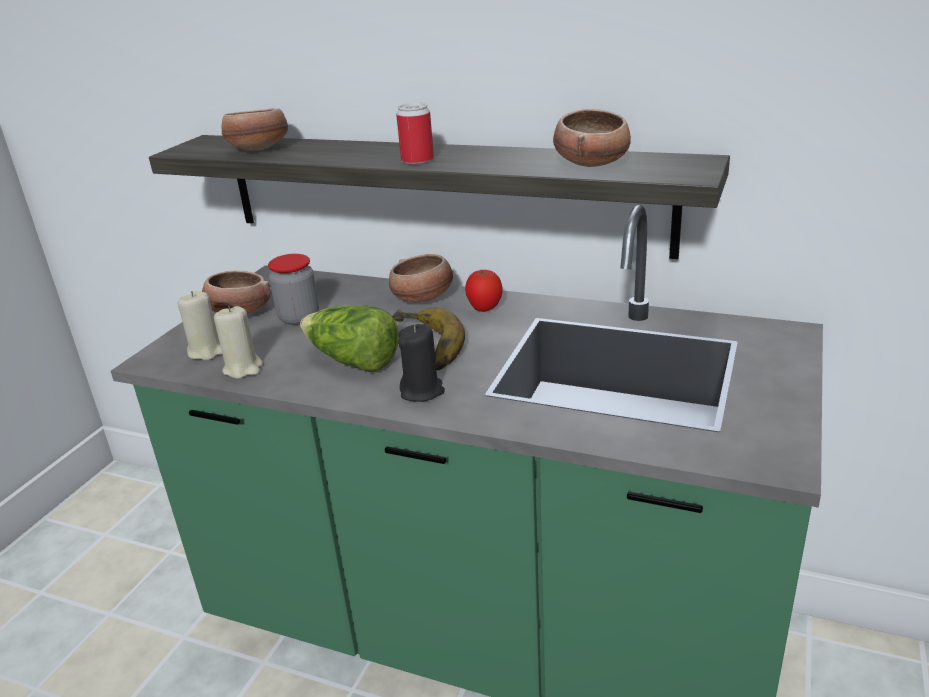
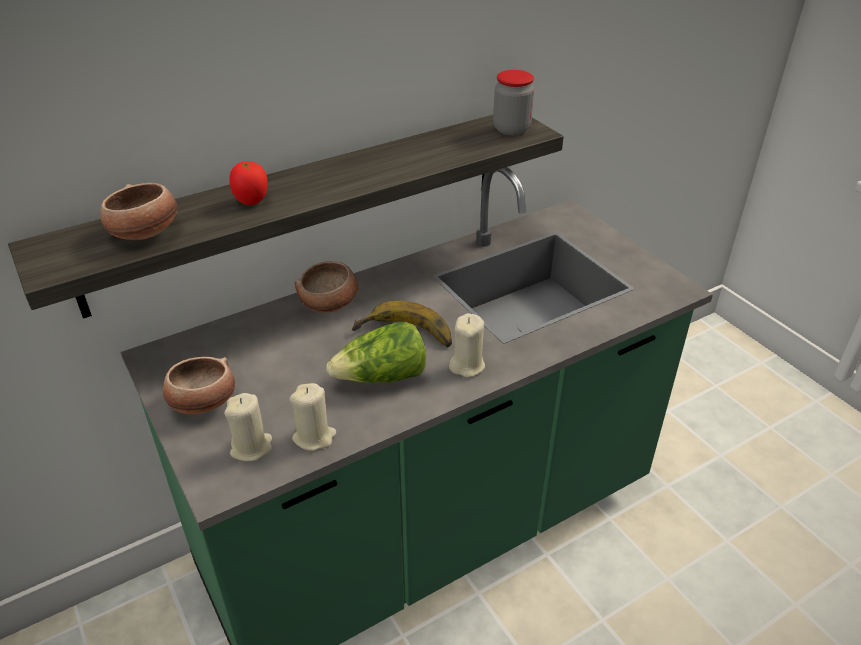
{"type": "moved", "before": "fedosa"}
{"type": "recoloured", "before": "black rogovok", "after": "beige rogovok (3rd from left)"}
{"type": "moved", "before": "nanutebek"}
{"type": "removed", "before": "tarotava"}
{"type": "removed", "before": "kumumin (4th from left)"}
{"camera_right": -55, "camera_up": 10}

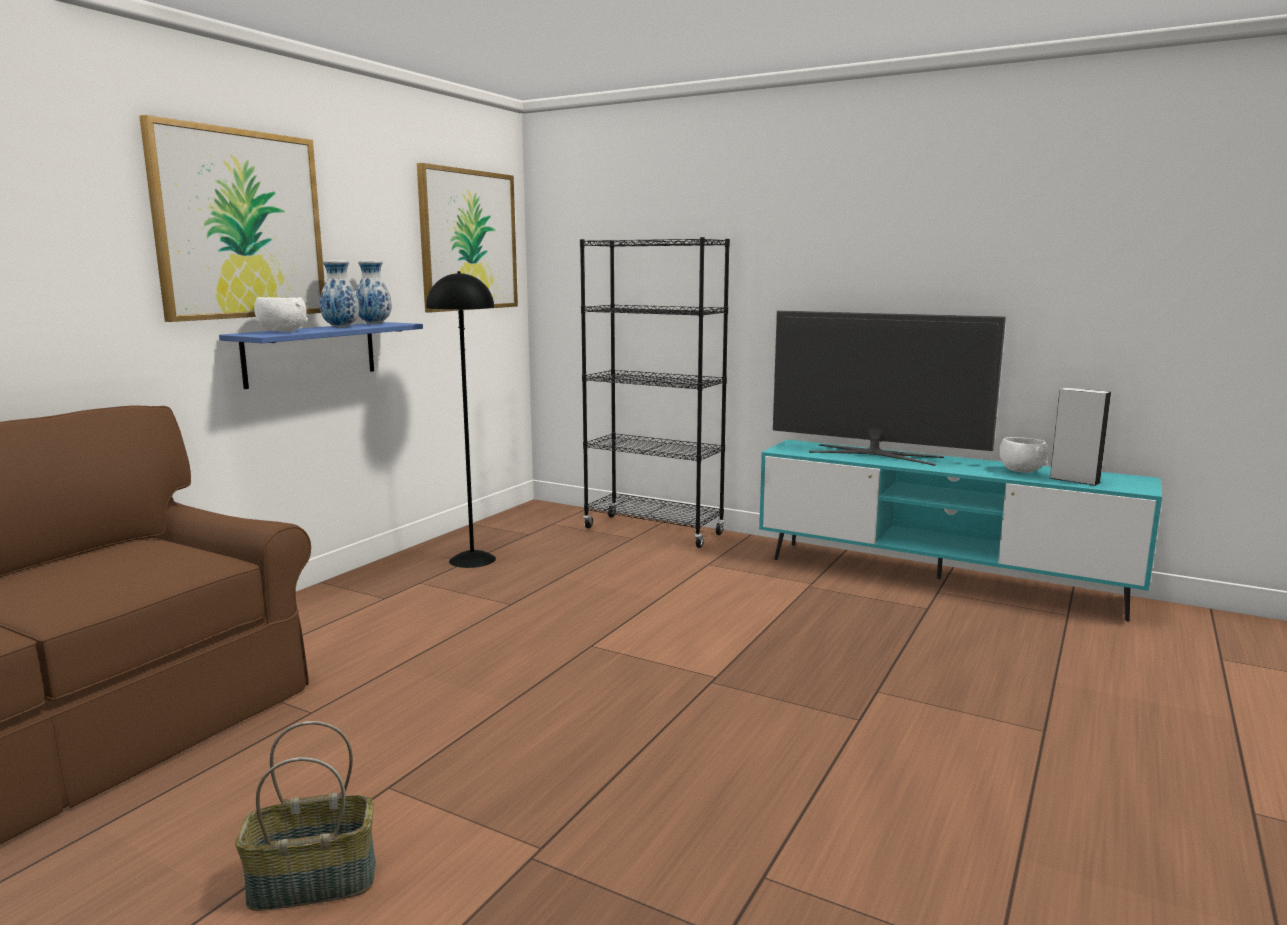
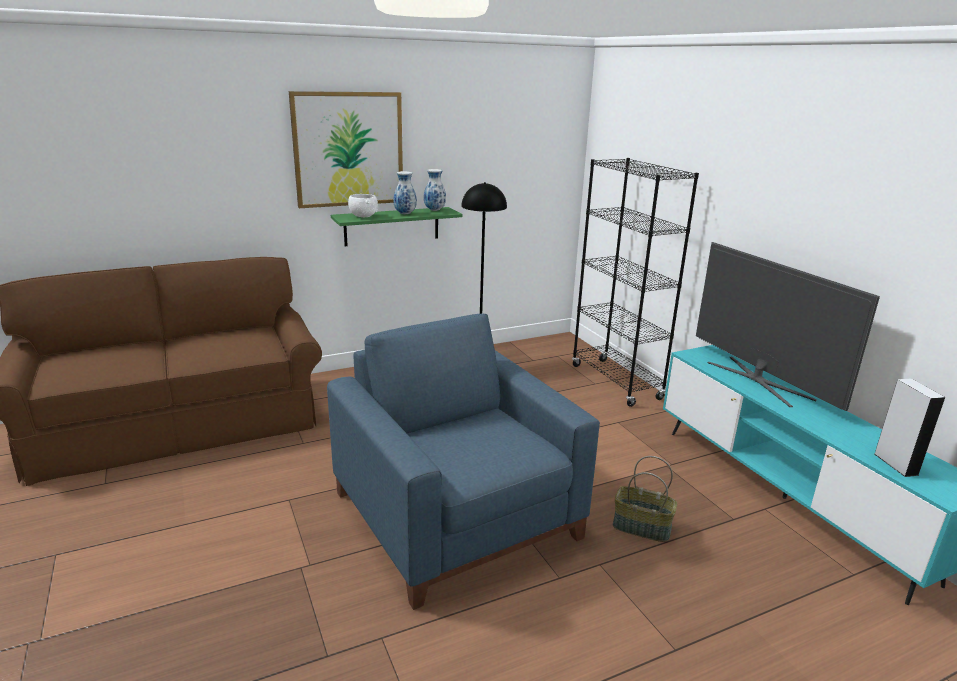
{"type": "added", "after": "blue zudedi"}
{"type": "recoloured", "before": "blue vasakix", "after": "green vasakix"}
{"type": "moved", "before": "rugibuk"}
{"type": "removed", "before": "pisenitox (2nd from left)"}
{"type": "removed", "before": "white kumumin (2nd from left)"}
{"camera_right": 35, "camera_up": 10}

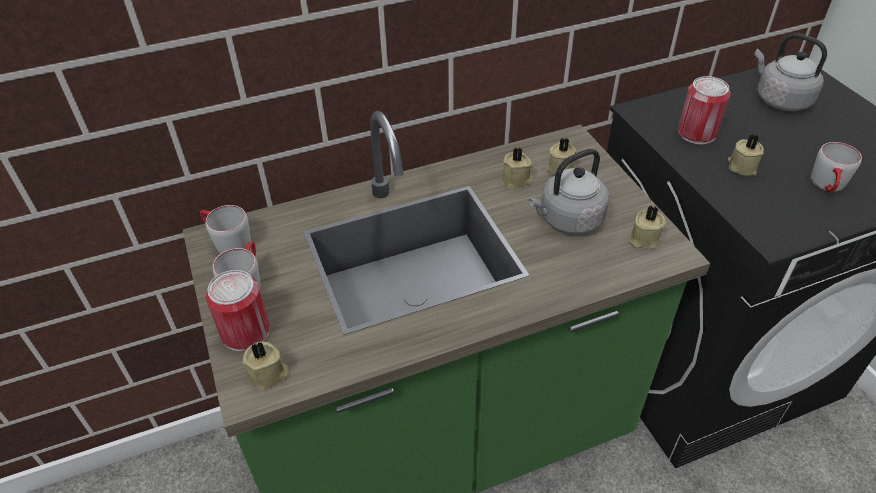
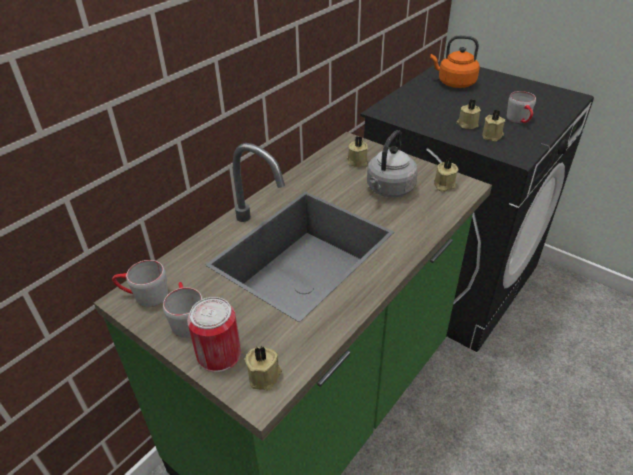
{"type": "recoloured", "before": "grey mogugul (2nd from left)", "after": "orange mogugul"}
{"type": "moved", "before": "beige rogovok (2nd from left in the first image)", "after": "beige rogovok (5th from left)"}
{"type": "removed", "before": "tarotava (2nd from left)"}
{"camera_right": -30, "camera_up": -5}

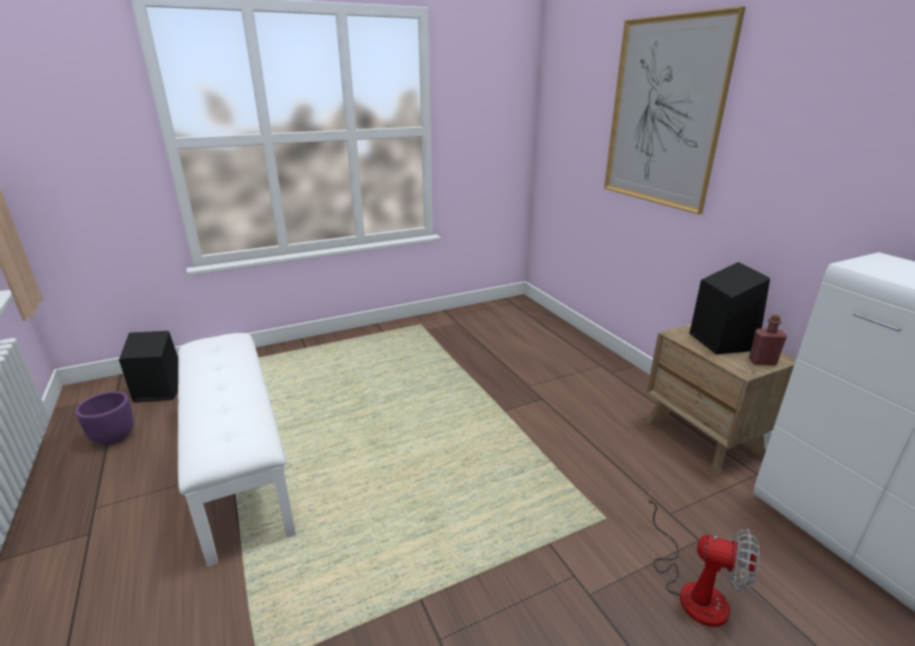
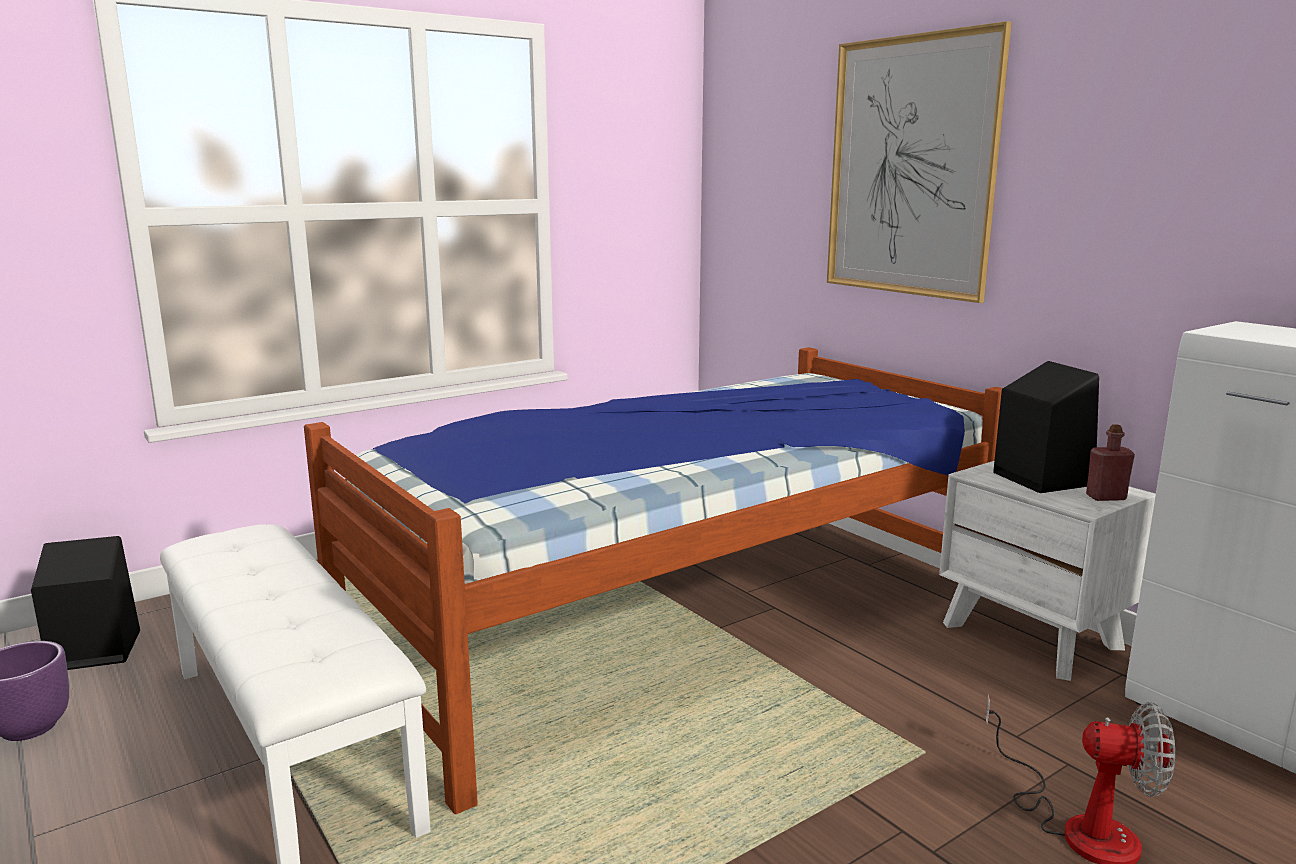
{"type": "added", "after": "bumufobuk"}
{"type": "recoloured", "before": "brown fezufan", "after": "white fezufan"}
{"camera_right": -10, "camera_up": -10}

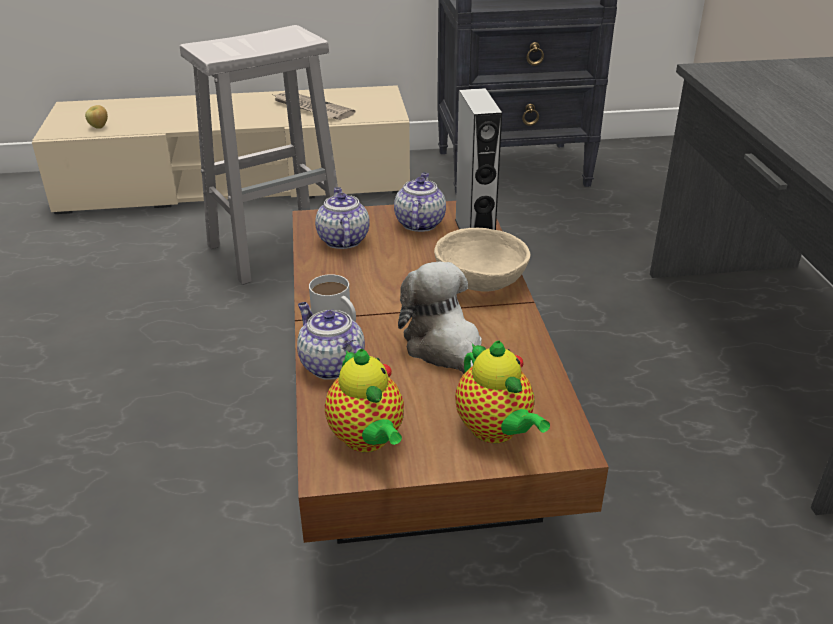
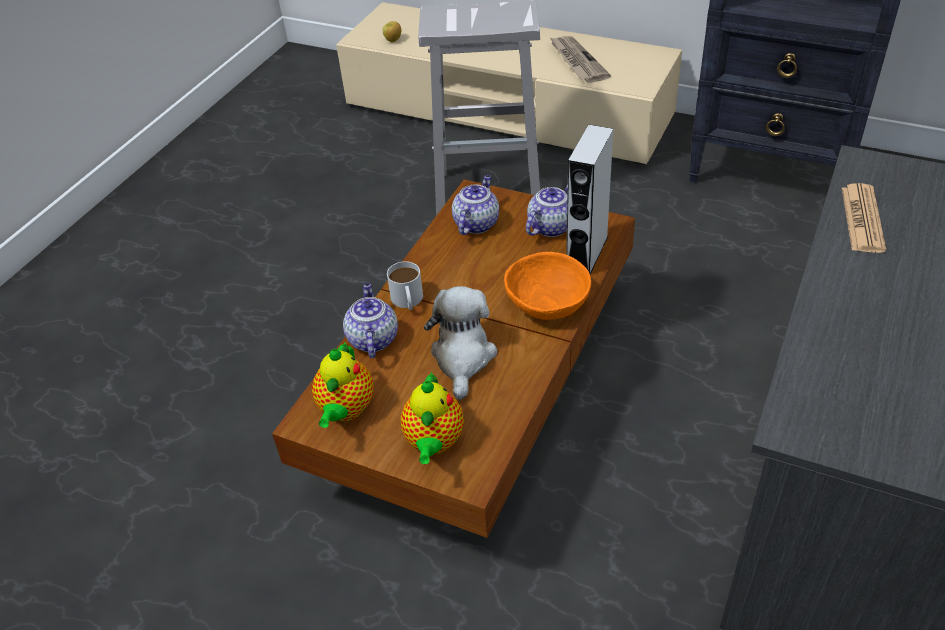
{"type": "recoloured", "before": "beige kumumin", "after": "orange kumumin"}
{"type": "added", "after": "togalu (2nd from left)"}
{"camera_right": 35, "camera_up": 10}

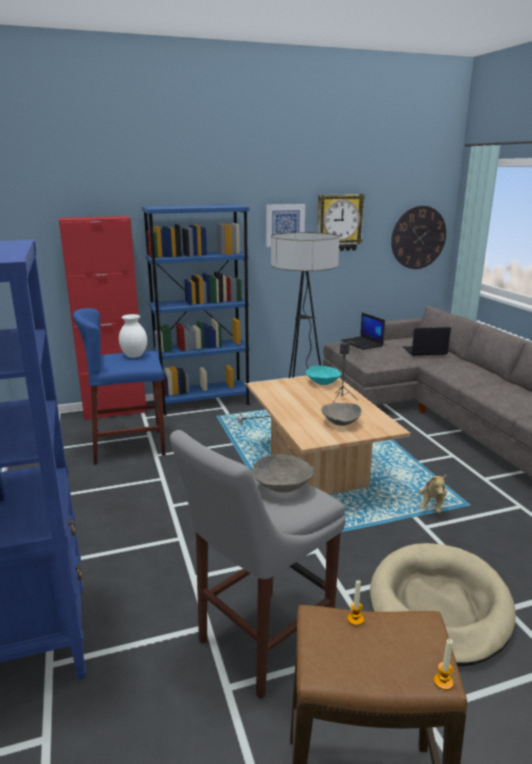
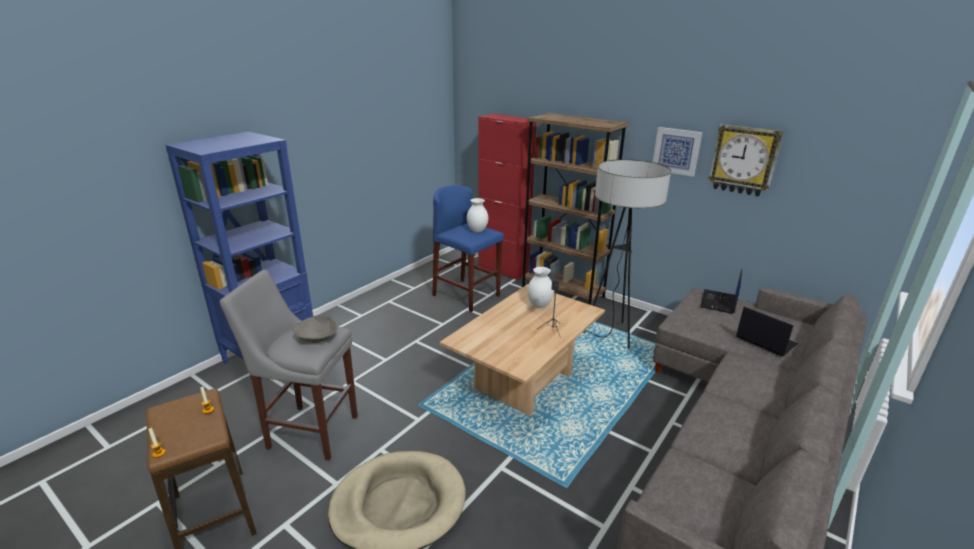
{"type": "recoloured", "before": "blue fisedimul (2nd from left)", "after": "brown fisedimul"}
{"type": "added", "after": "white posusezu (2nd from left)"}
{"type": "removed", "before": "turquoise kumumin"}
{"type": "removed", "before": "grey kumumin (2nd from left)"}
{"type": "removed", "before": "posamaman (2nd from left)"}
{"type": "removed", "before": "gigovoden"}
{"camera_right": 55, "camera_up": 5}

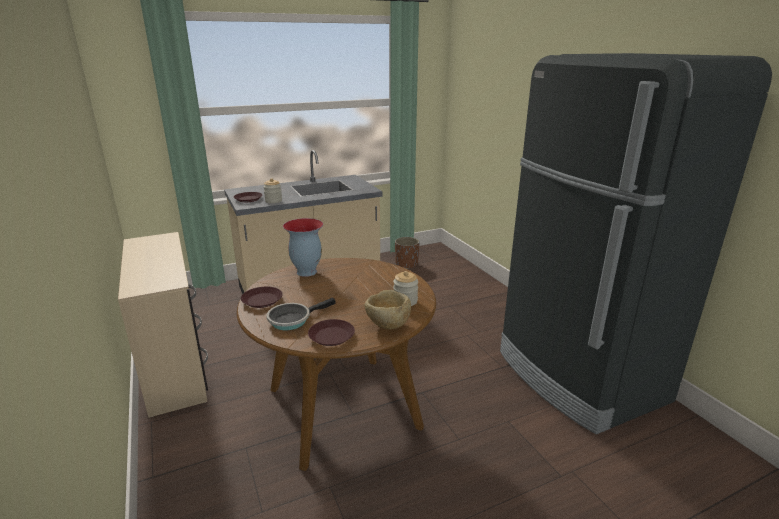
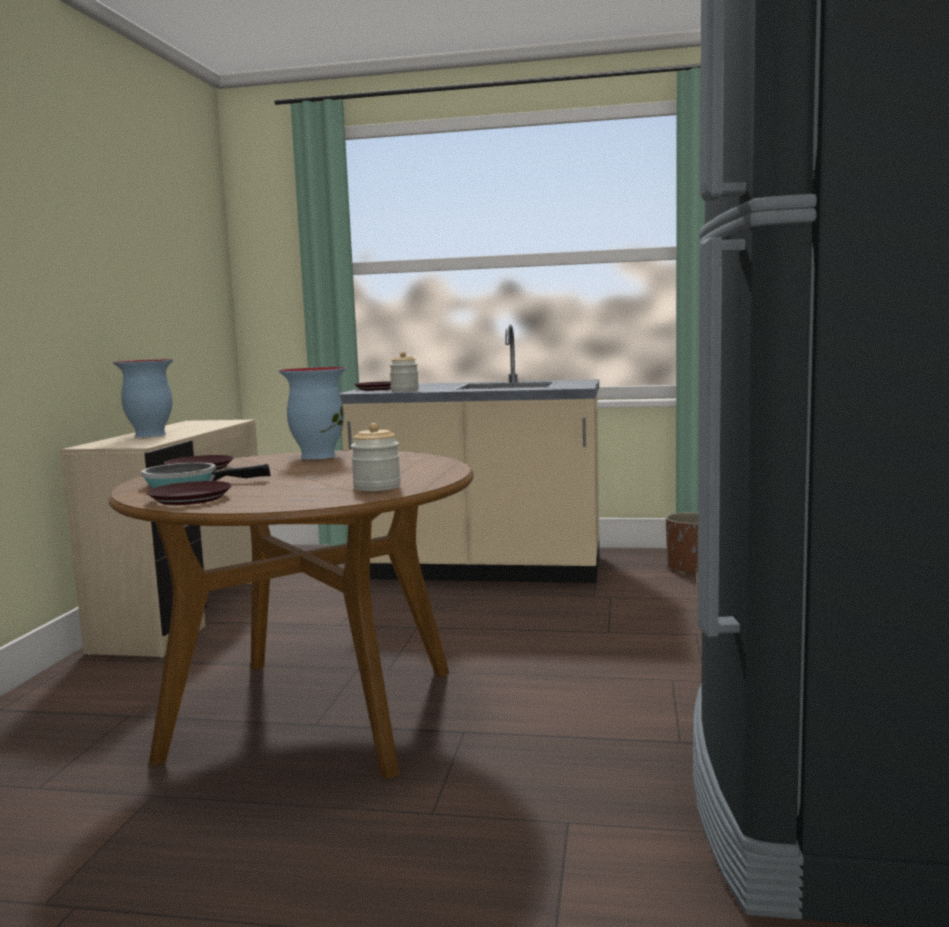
{"type": "added", "after": "posusezu (1st from left)"}
{"type": "removed", "before": "beige kumumin"}
{"camera_right": 35, "camera_up": -15}

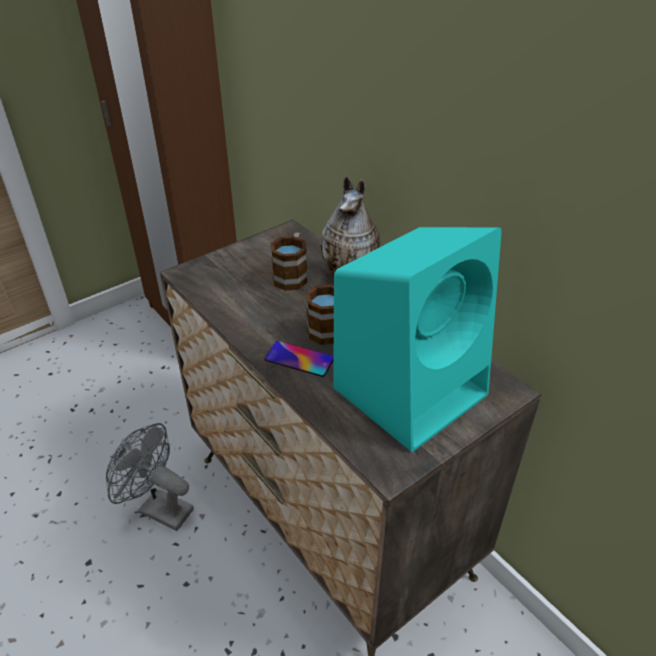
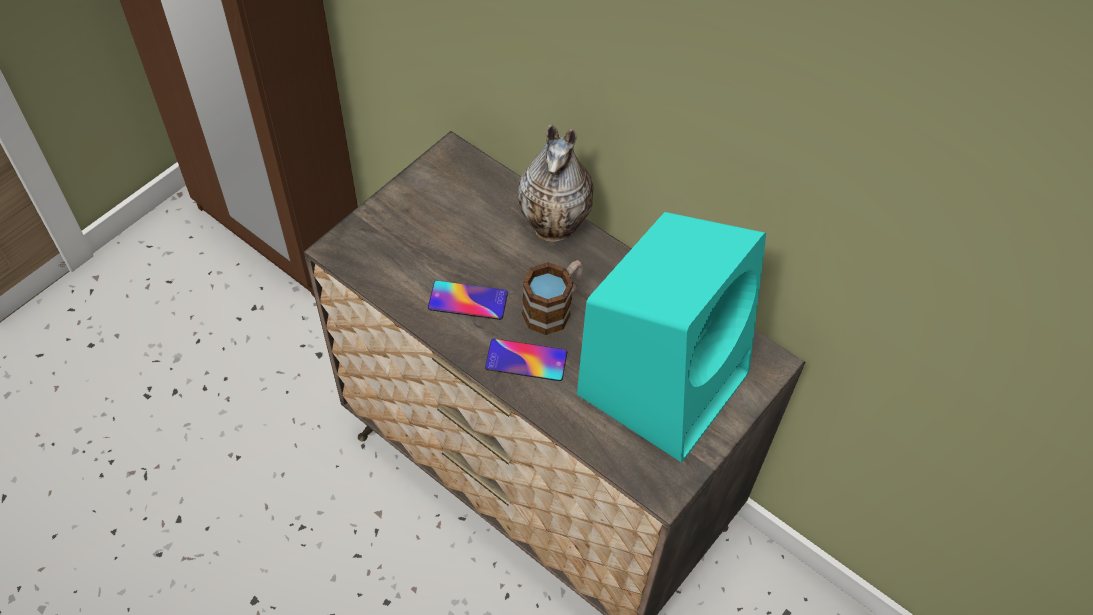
{"type": "added", "after": "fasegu (1st from left)"}
{"type": "removed", "before": "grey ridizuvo"}
{"type": "removed", "before": "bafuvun (1st from left)"}
{"camera_right": -15, "camera_up": 15}

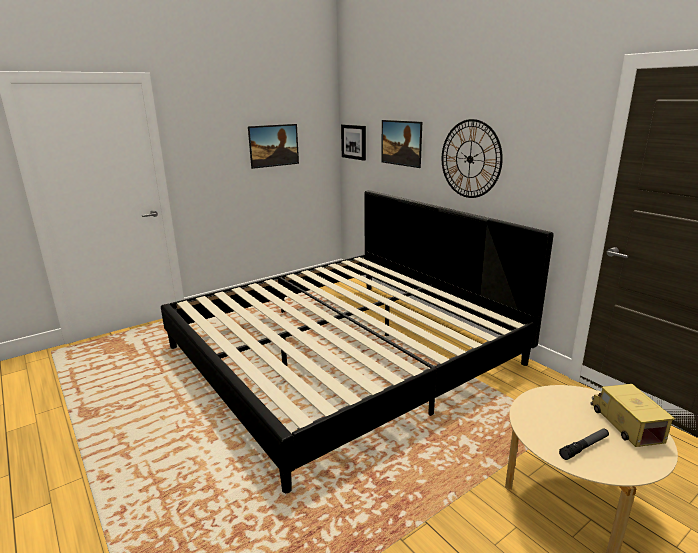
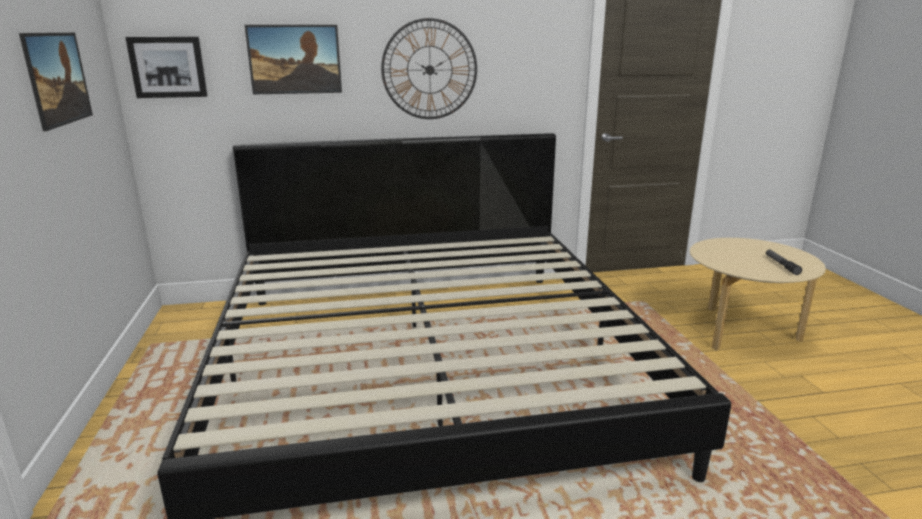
{"type": "removed", "before": "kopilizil"}
{"camera_right": -65, "camera_up": 0}

